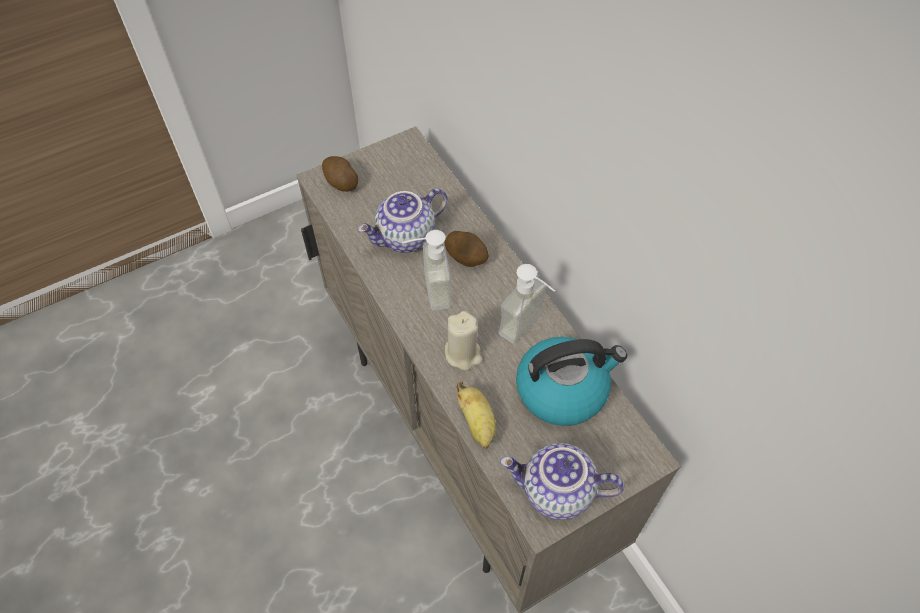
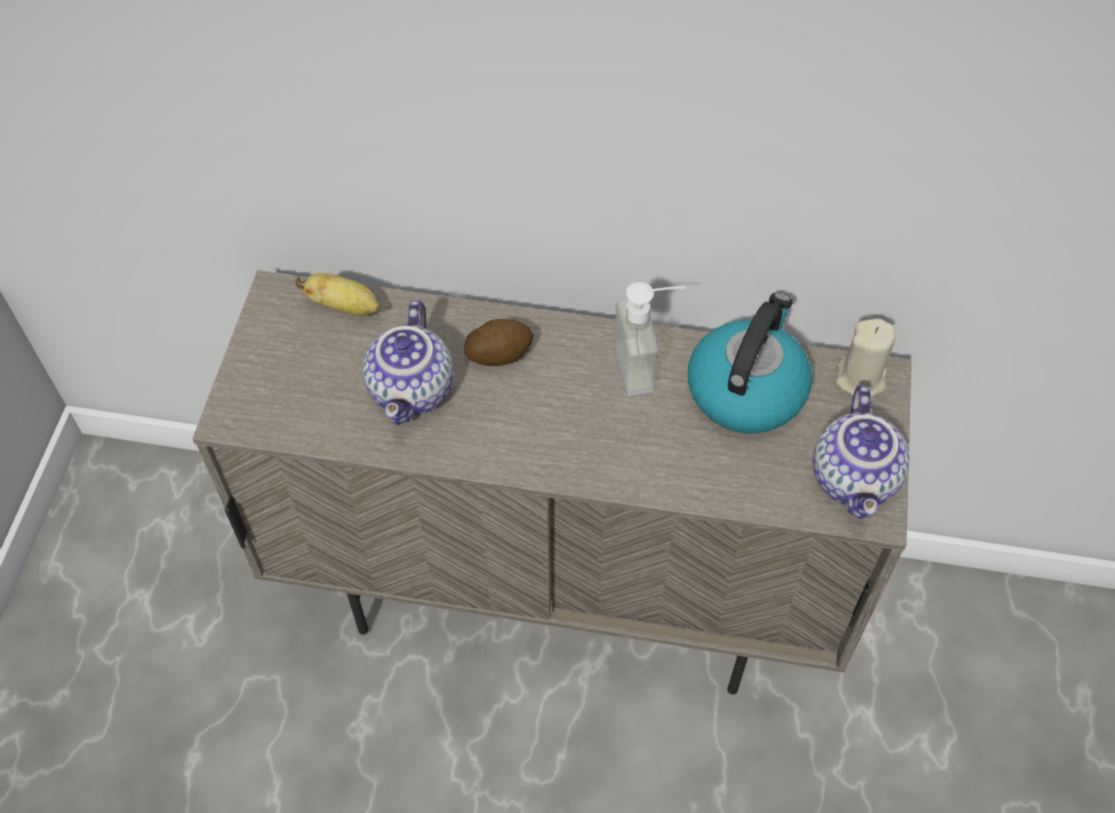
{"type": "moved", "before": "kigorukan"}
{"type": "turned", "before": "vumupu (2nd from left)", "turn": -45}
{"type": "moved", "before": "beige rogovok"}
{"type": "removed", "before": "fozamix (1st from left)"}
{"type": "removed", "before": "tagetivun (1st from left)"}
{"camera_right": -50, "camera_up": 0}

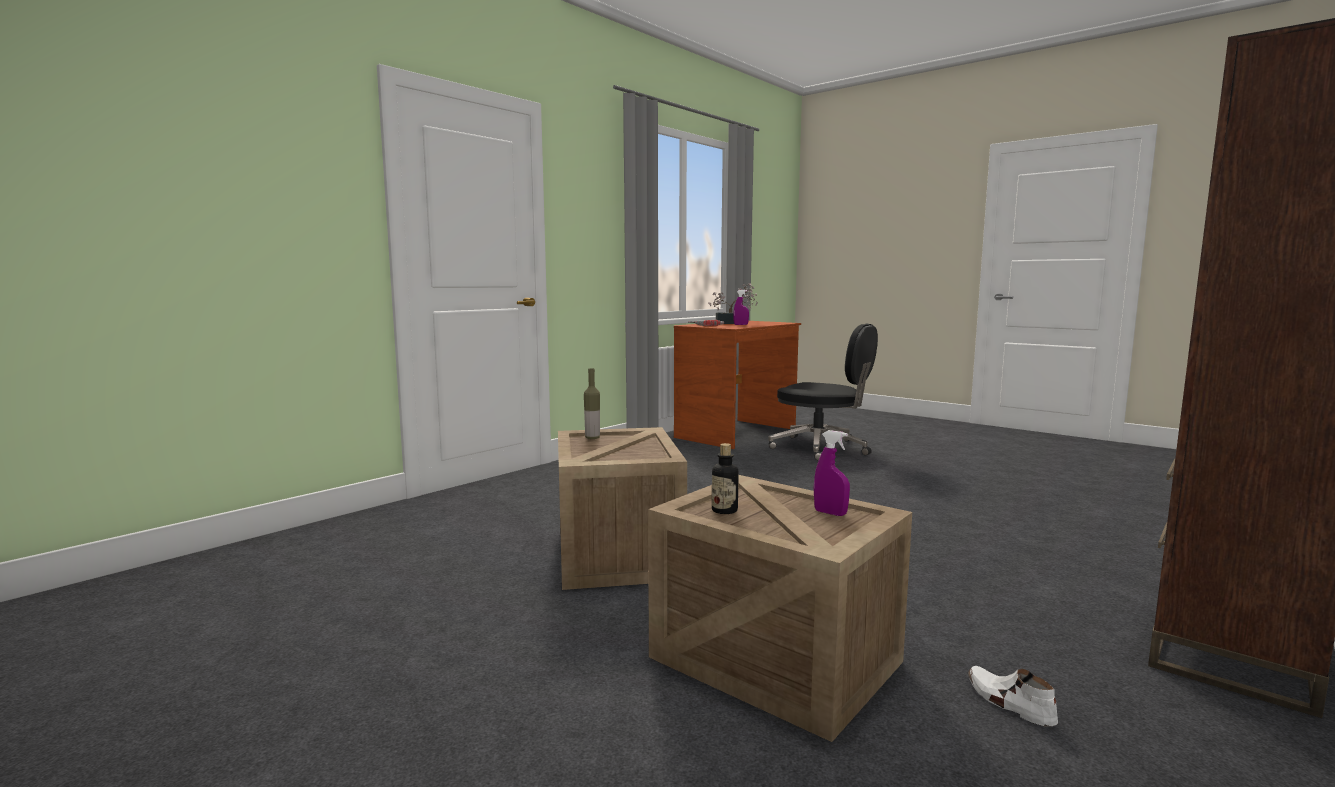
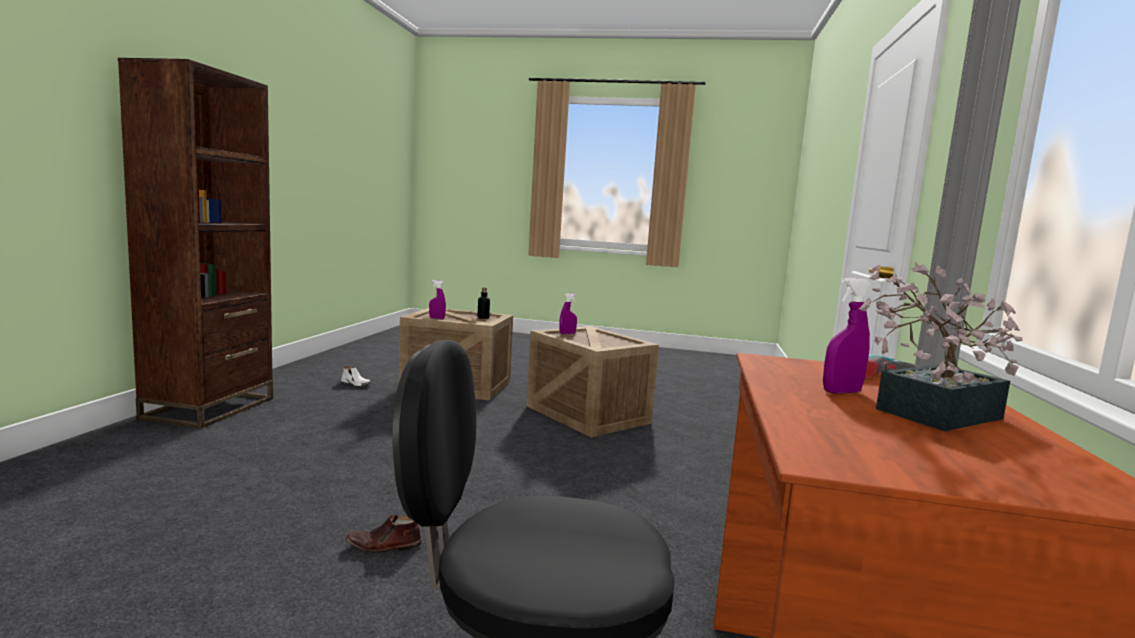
{"type": "added", "after": "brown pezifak"}
{"type": "added", "after": "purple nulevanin (2nd from left)"}
{"type": "removed", "before": "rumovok (1st from left)"}
{"camera_right": 150, "camera_up": 0}

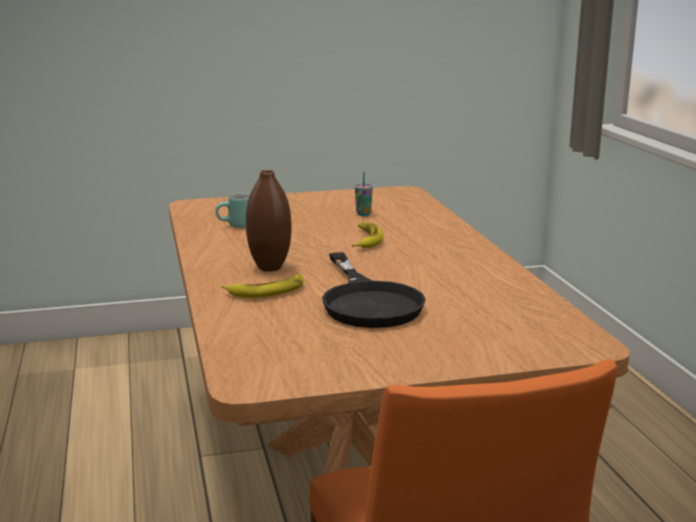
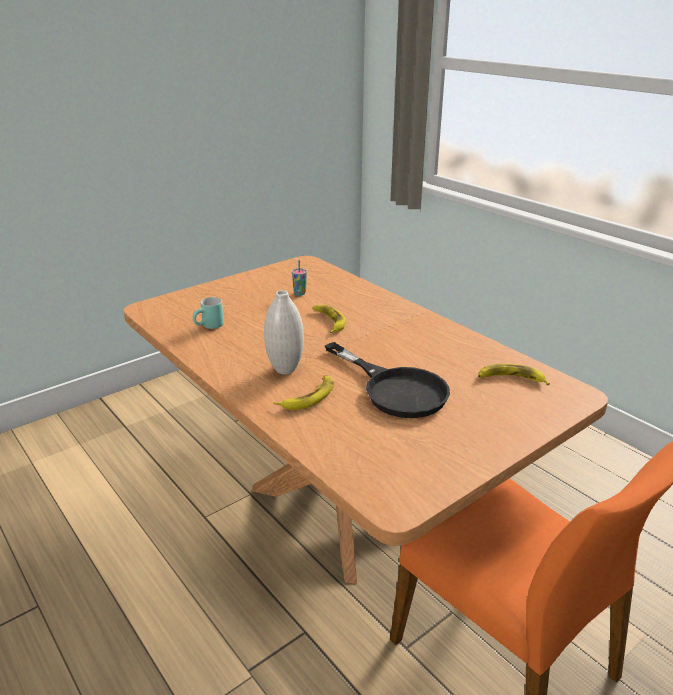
{"type": "recoloured", "before": "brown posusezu", "after": "white posusezu"}
{"type": "added", "after": "kigorukan (3rd from left)"}
{"camera_right": -25, "camera_up": 10}

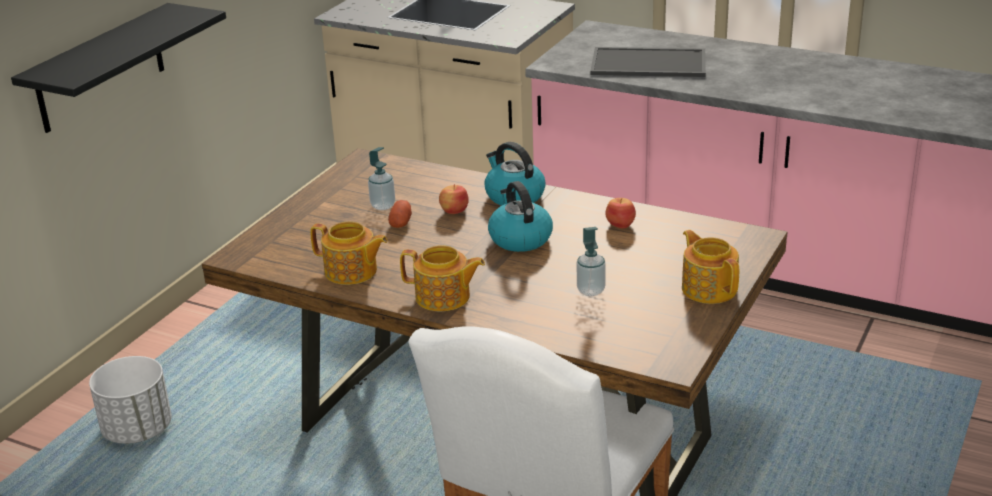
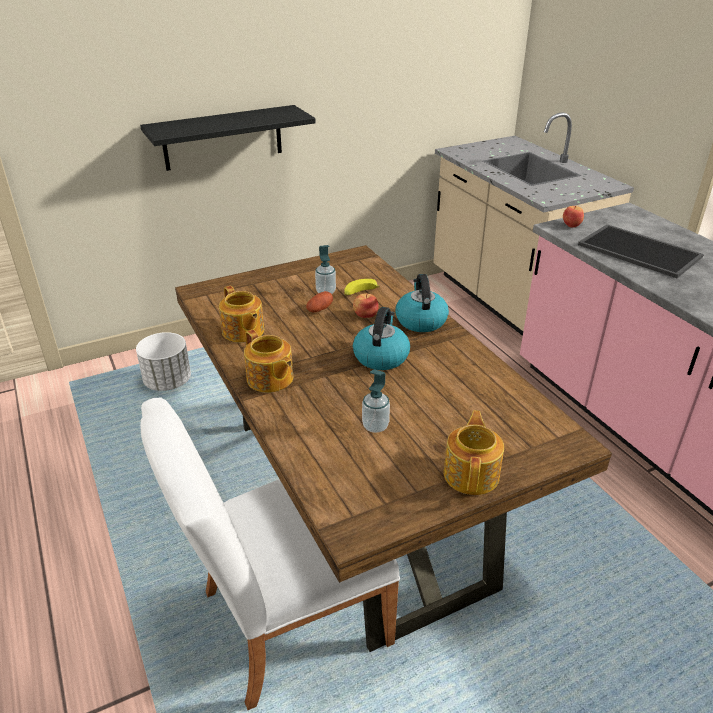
{"type": "added", "after": "kigorukan"}
{"type": "moved", "before": "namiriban (2nd from left)"}
{"camera_right": 35, "camera_up": 5}

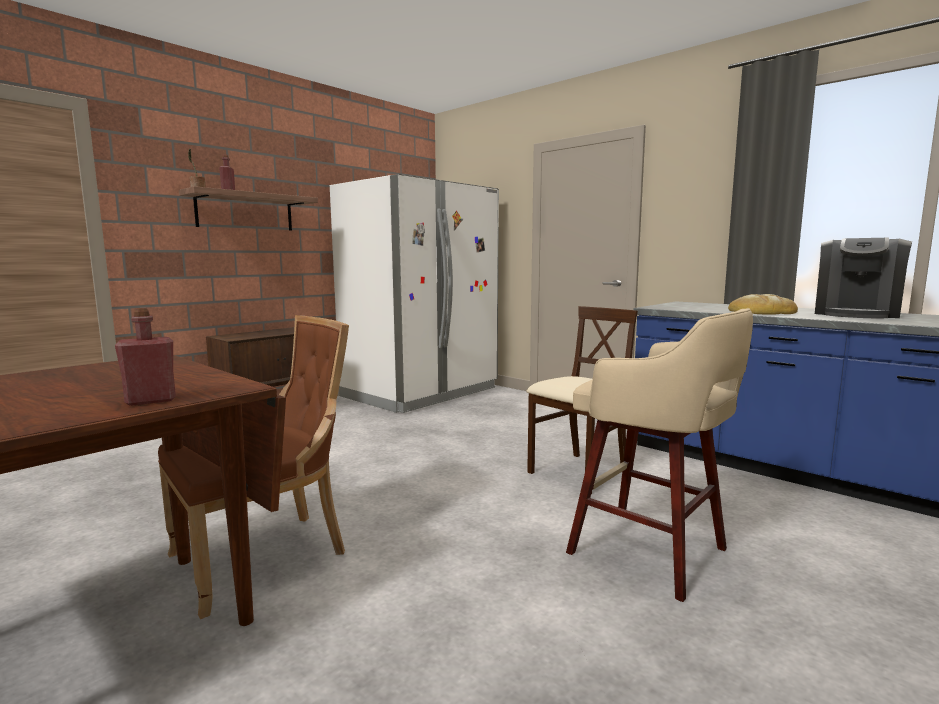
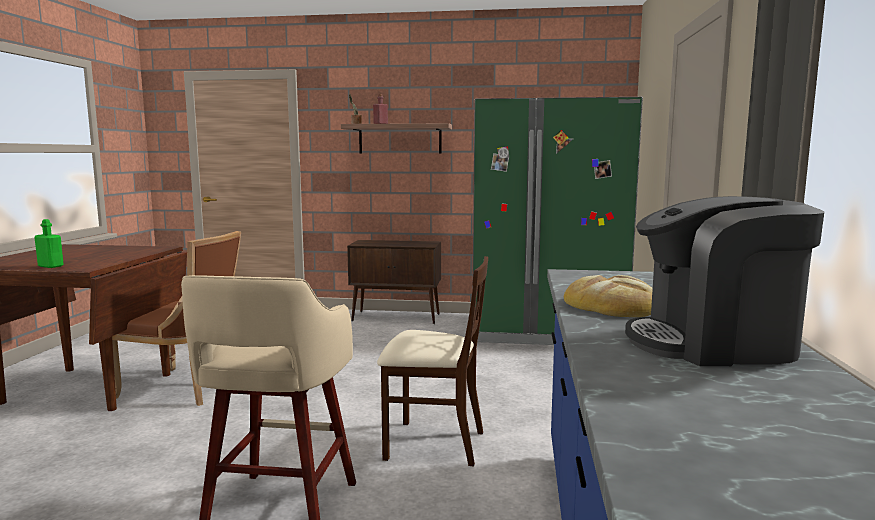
{"type": "recoloured", "before": "red rumovok (1st from left)", "after": "green rumovok"}
{"type": "recoloured", "before": "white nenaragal", "after": "green nenaragal"}
{"camera_right": 55, "camera_up": 0}

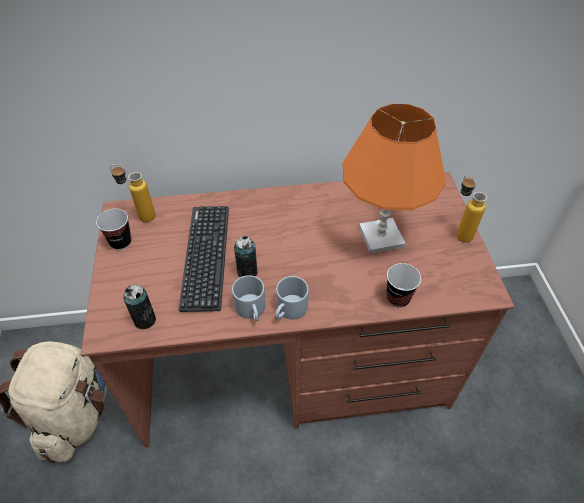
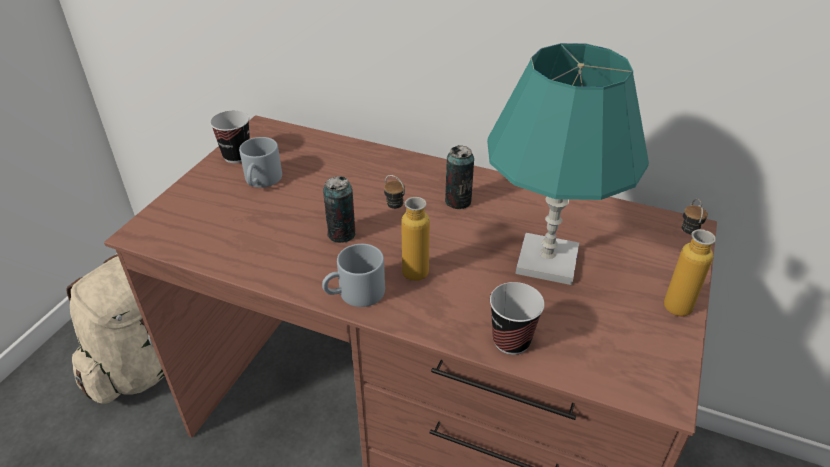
{"type": "moved", "before": "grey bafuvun (1st from left)"}
{"type": "moved", "before": "rumovok (1st from left)"}
{"type": "moved", "before": "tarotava (1st from left in the first image)", "after": "tarotava (2nd from left)"}
{"type": "recoloured", "before": "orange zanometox", "after": "turquoise zanometox"}
{"type": "removed", "before": "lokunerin"}
{"camera_right": 30, "camera_up": -10}

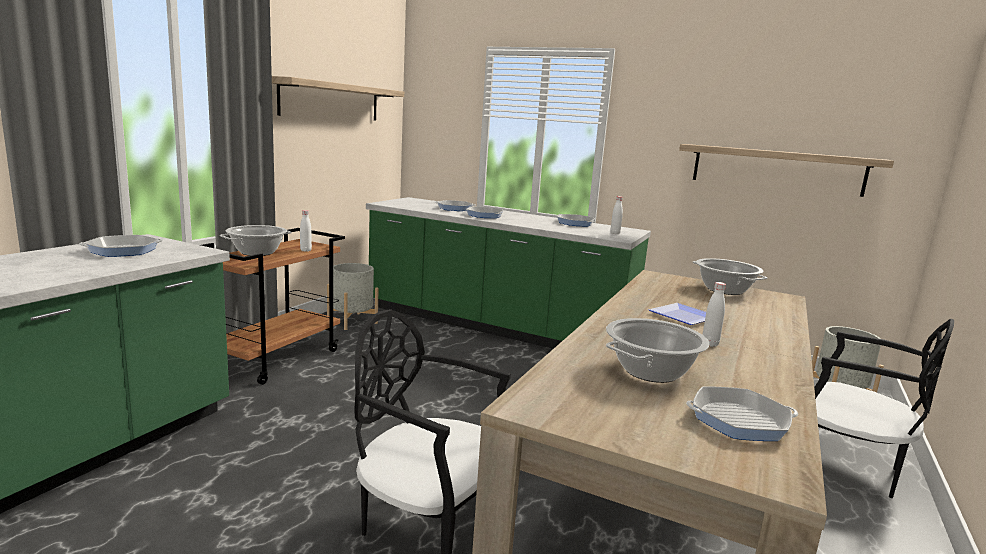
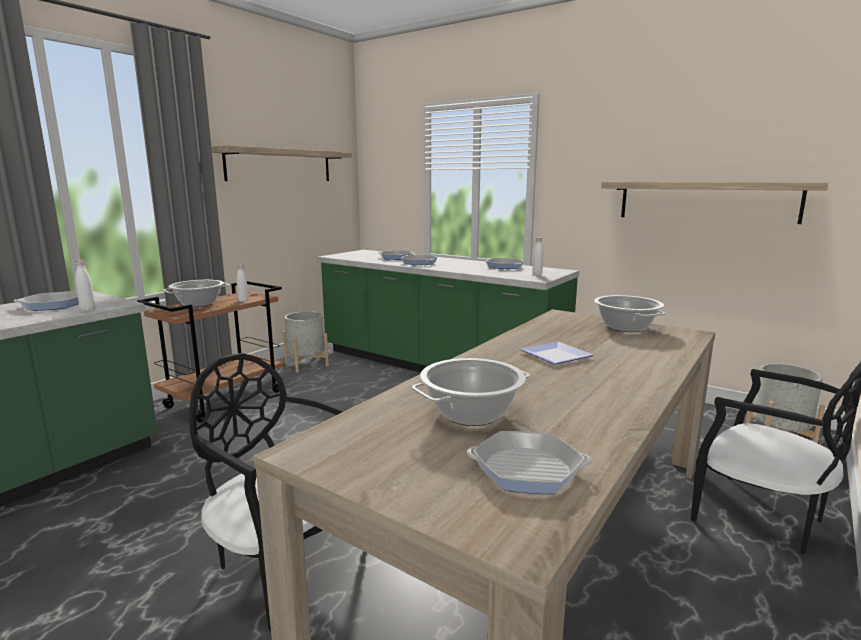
{"type": "moved", "before": "white rumovok (3rd from left in the first image)", "after": "white rumovok (1st from left)"}
{"camera_right": 10, "camera_up": 0}

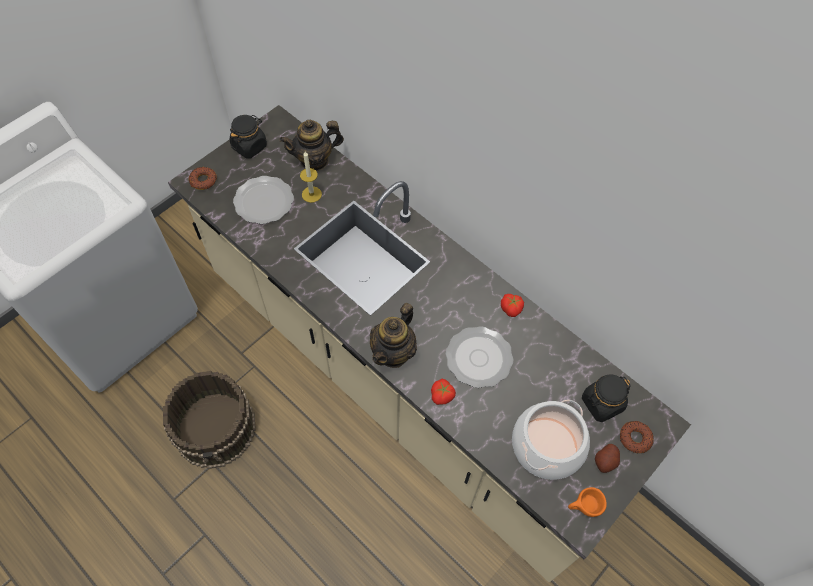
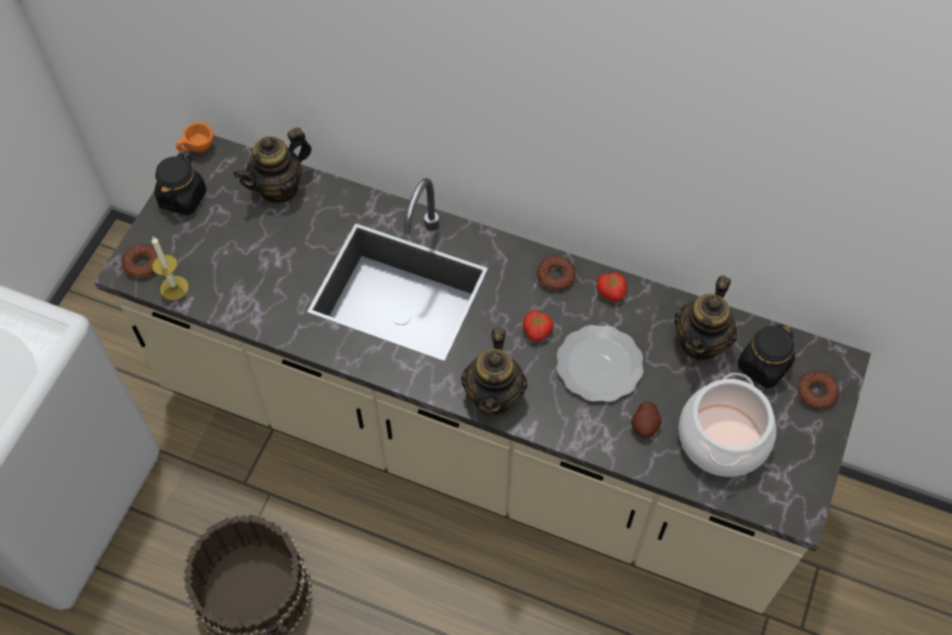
{"type": "moved", "before": "rogovok"}
{"type": "moved", "before": "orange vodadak"}
{"type": "moved", "before": "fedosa (1st from left)"}
{"type": "added", "after": "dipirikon (2nd from left)"}
{"type": "moved", "before": "fozamix"}
{"type": "added", "after": "vumupu (3rd from left)"}
{"type": "removed", "before": "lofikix (1st from left)"}
{"camera_right": -20, "camera_up": 0}

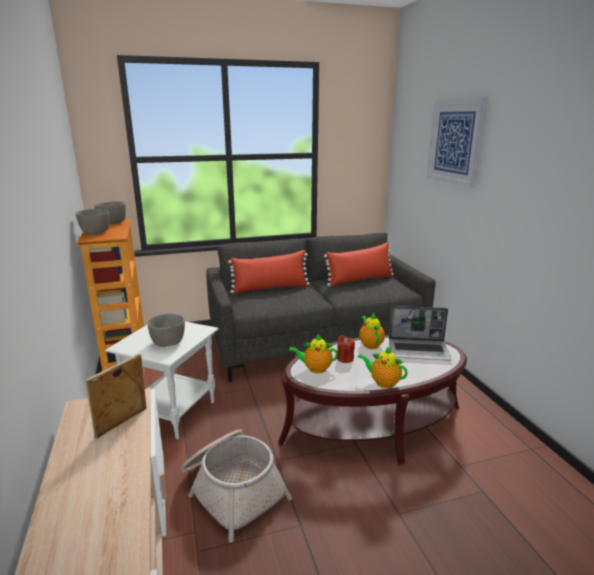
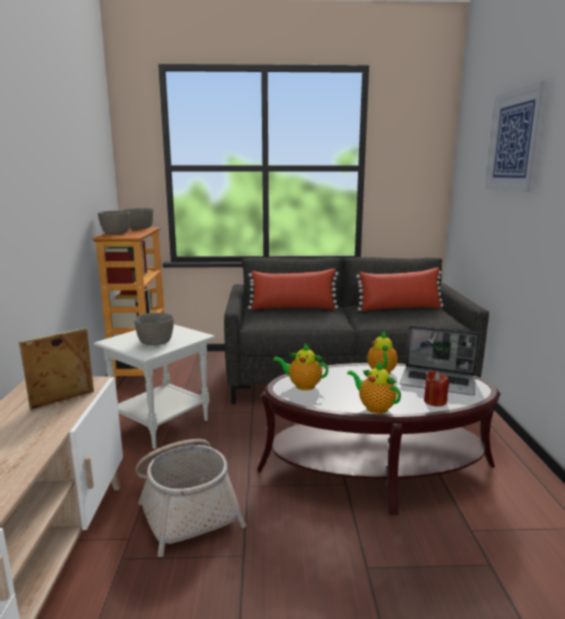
{"type": "moved", "before": "red rogovok"}
{"camera_right": 15, "camera_up": -5}

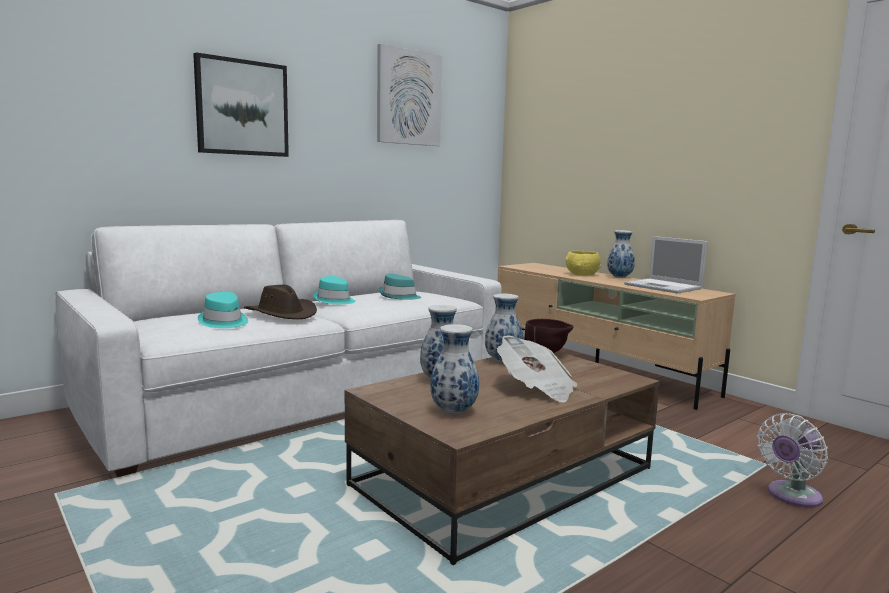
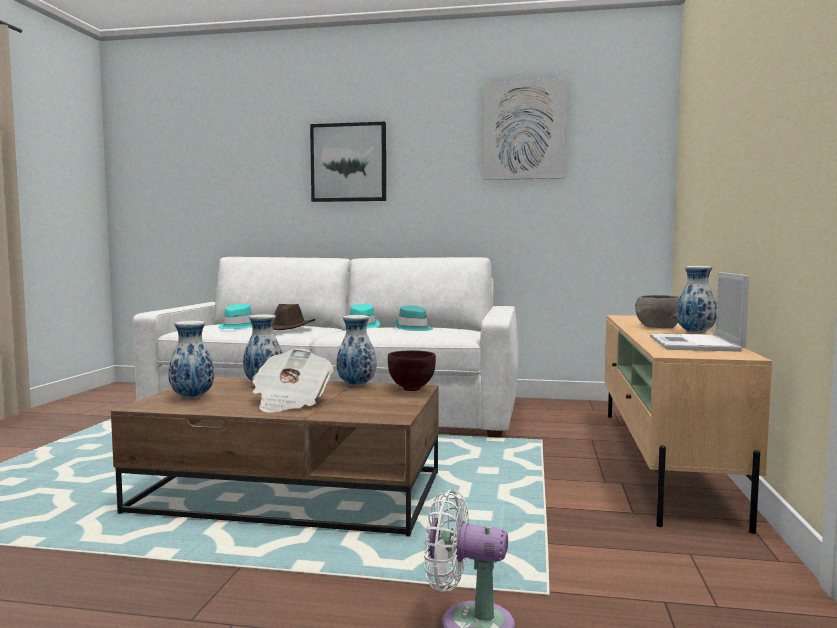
{"type": "recoloured", "before": "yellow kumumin", "after": "grey kumumin"}
{"camera_right": 50, "camera_up": -5}

